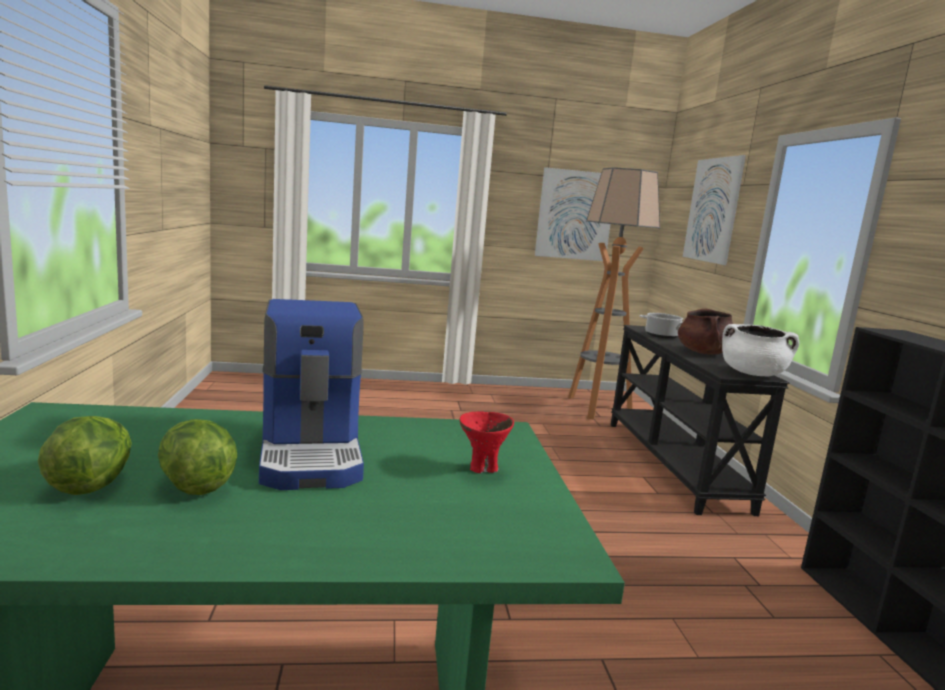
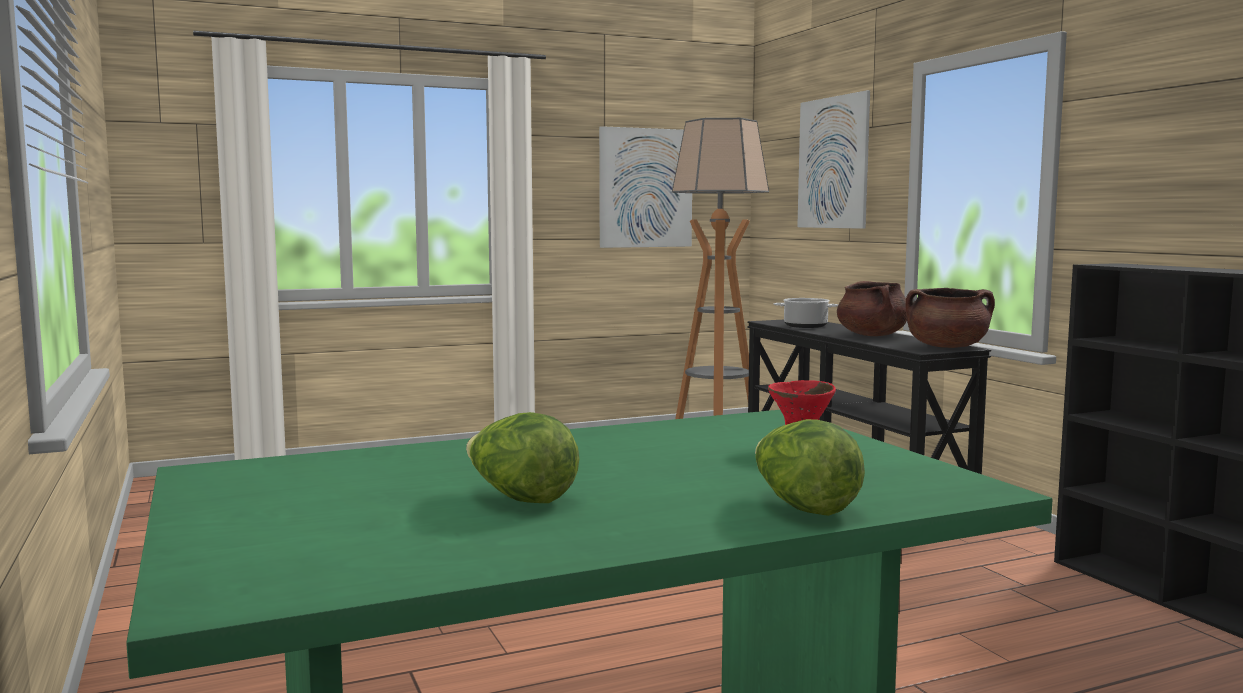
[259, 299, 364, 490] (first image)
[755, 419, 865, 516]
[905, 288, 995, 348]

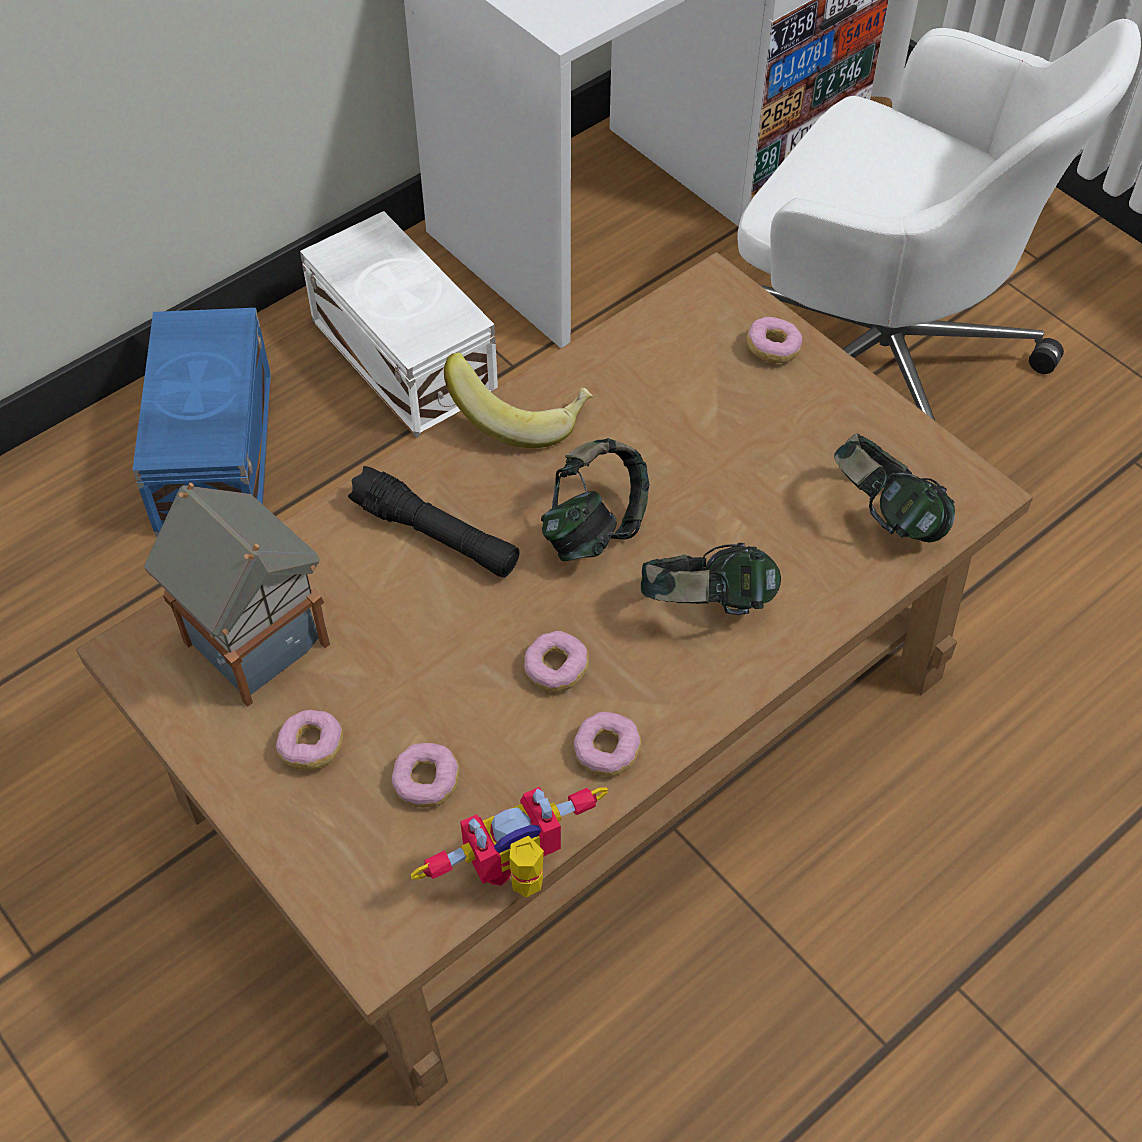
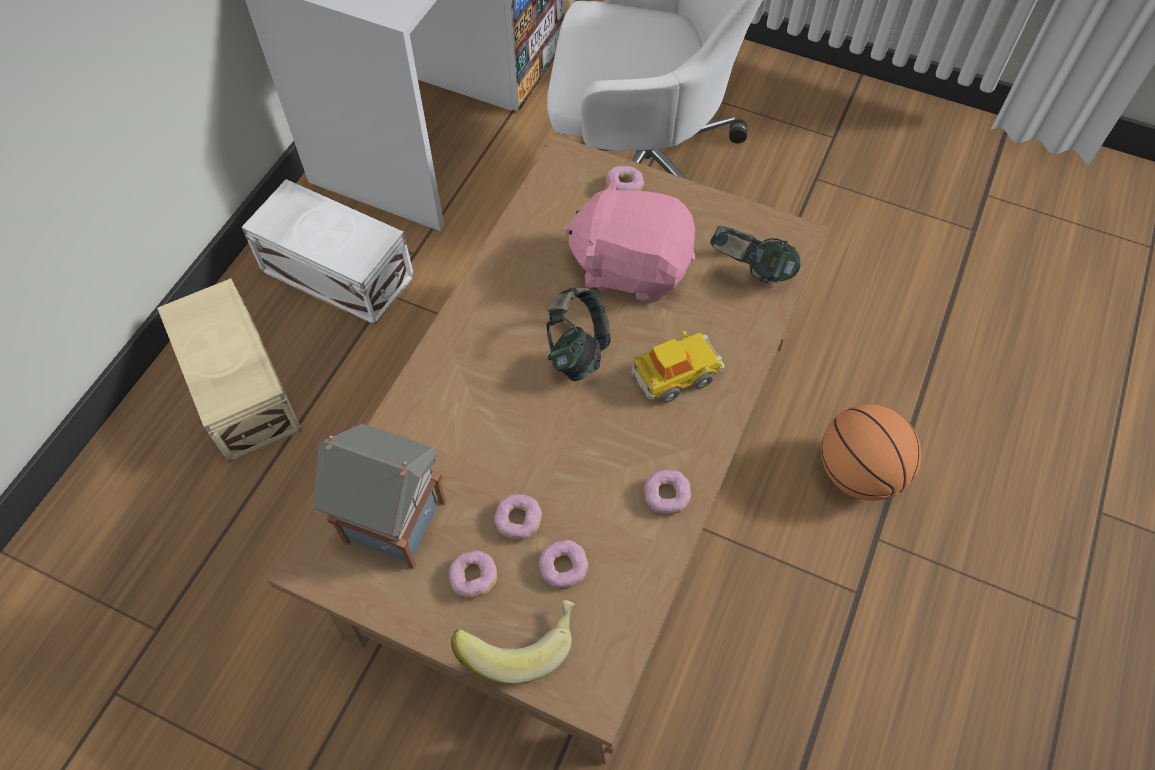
[348, 466, 520, 578] (first image)
[411, 787, 608, 898] (first image)
[564, 175, 695, 303]
[821, 404, 921, 501]
[451, 600, 575, 684]
[494, 494, 542, 540]
[631, 331, 725, 403]
[157, 279, 302, 463]

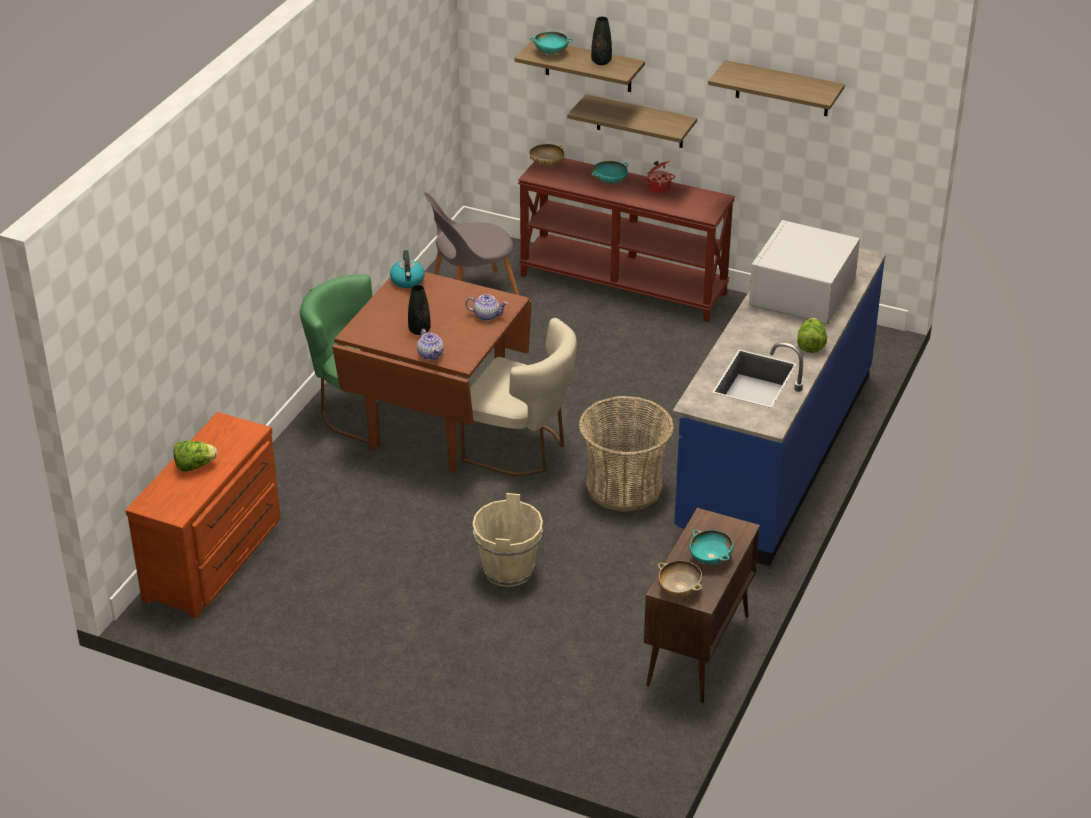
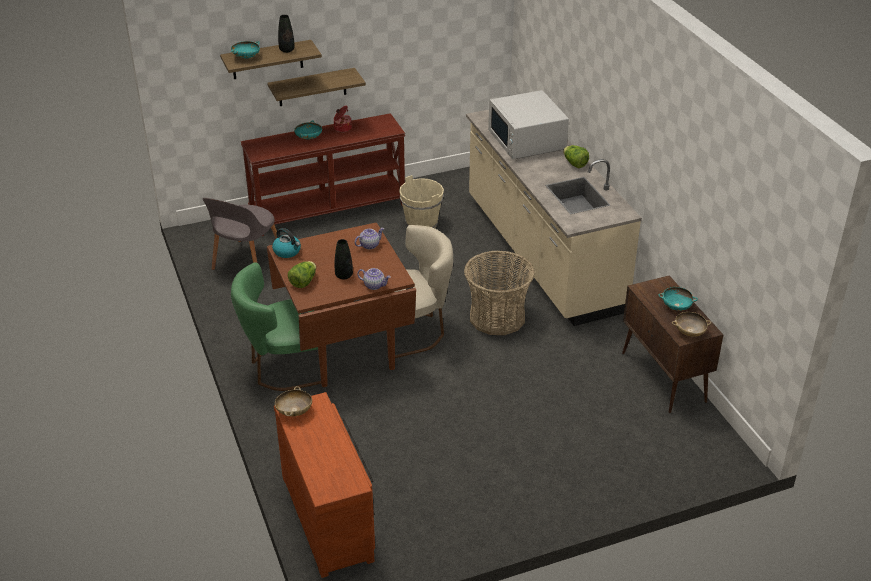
[708, 60, 845, 116] (first image)
[288, 261, 316, 288]
[399, 175, 444, 228]
[275, 386, 312, 416]
[466, 110, 642, 326]

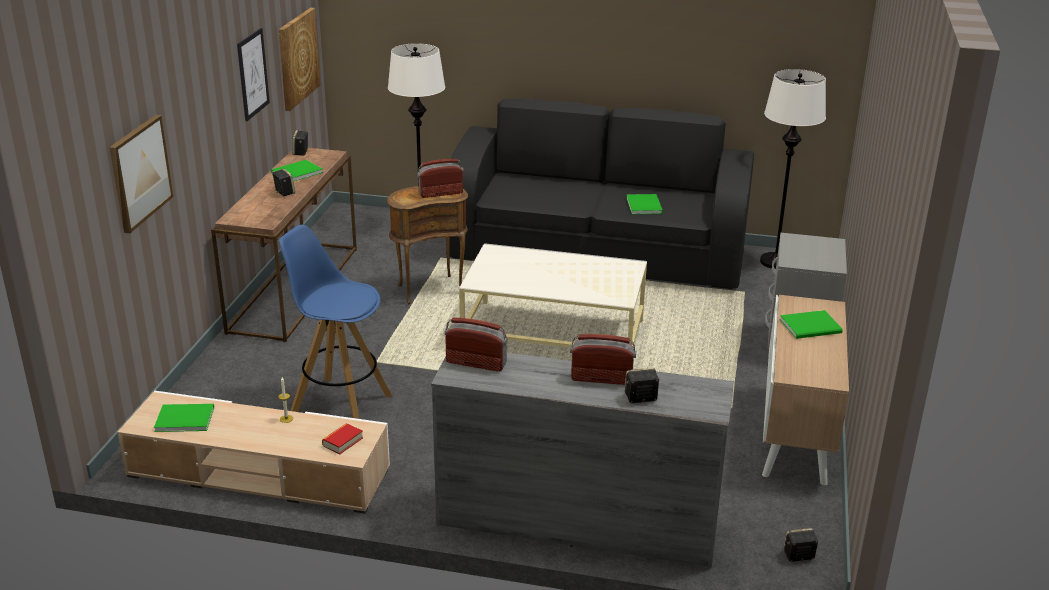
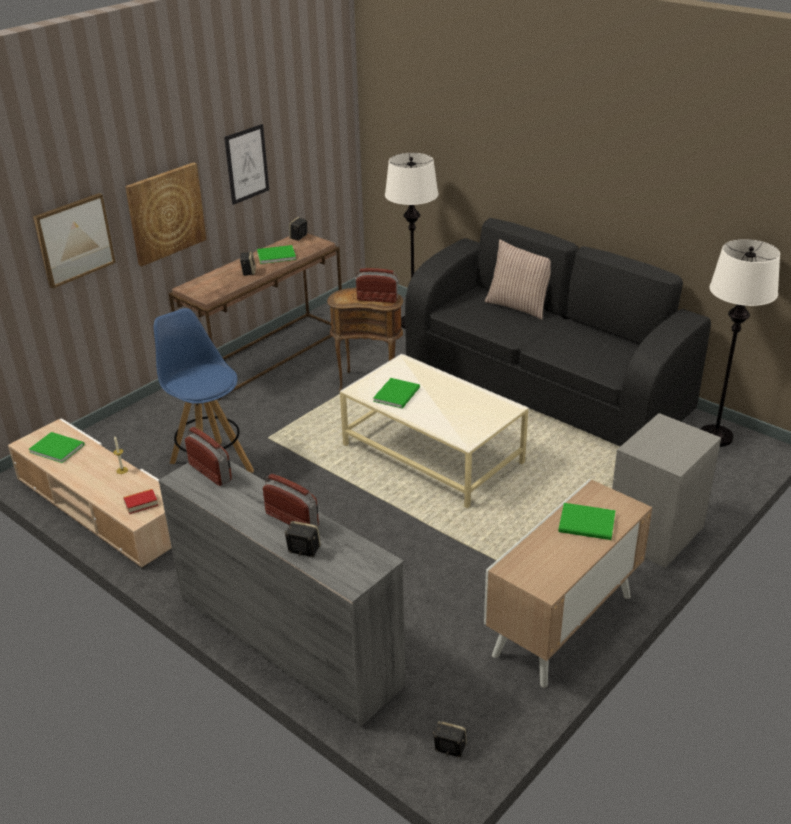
[485, 239, 551, 320]
[125, 162, 206, 266]
[373, 378, 420, 408]

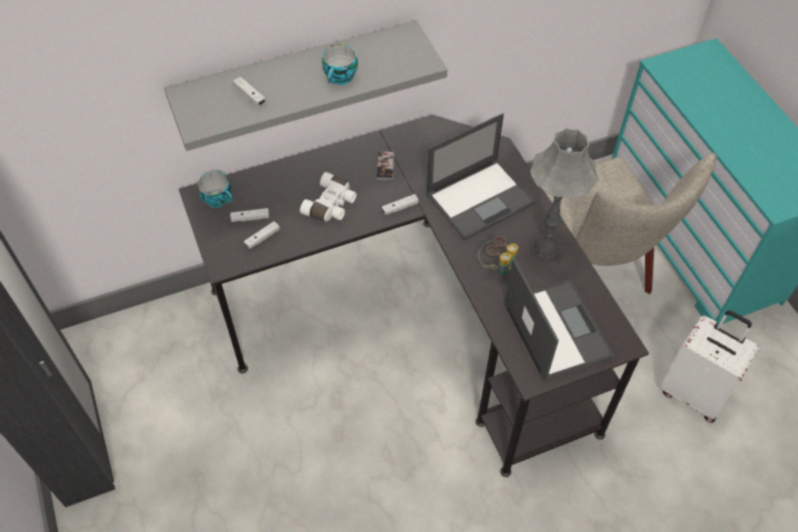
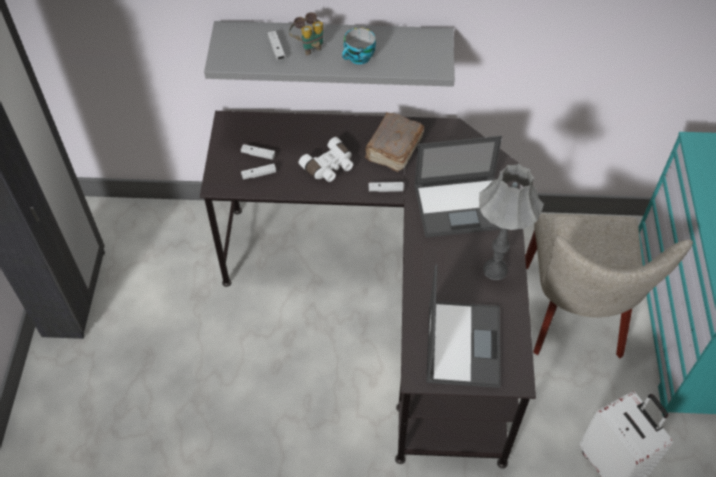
[197, 172, 233, 208] (first image)
[289, 12, 324, 56]
[365, 112, 424, 172]

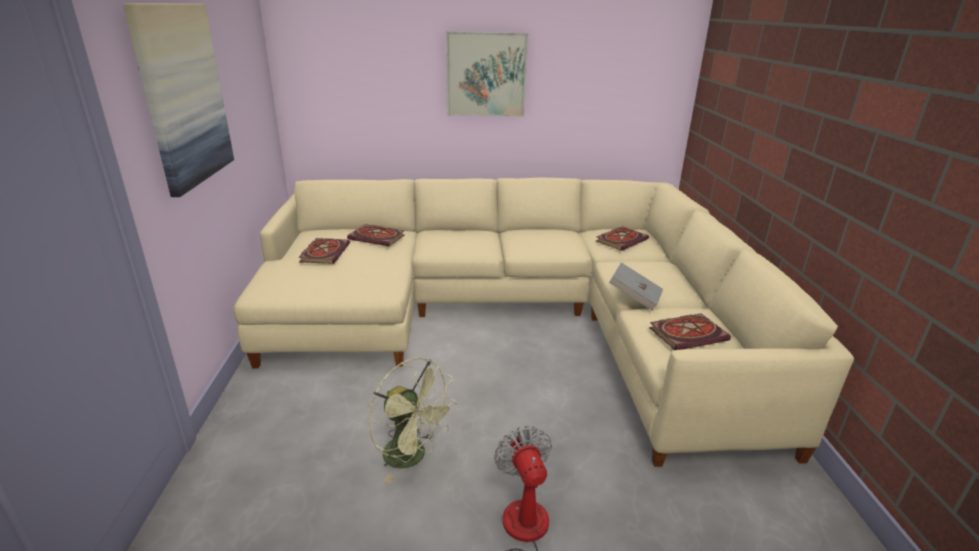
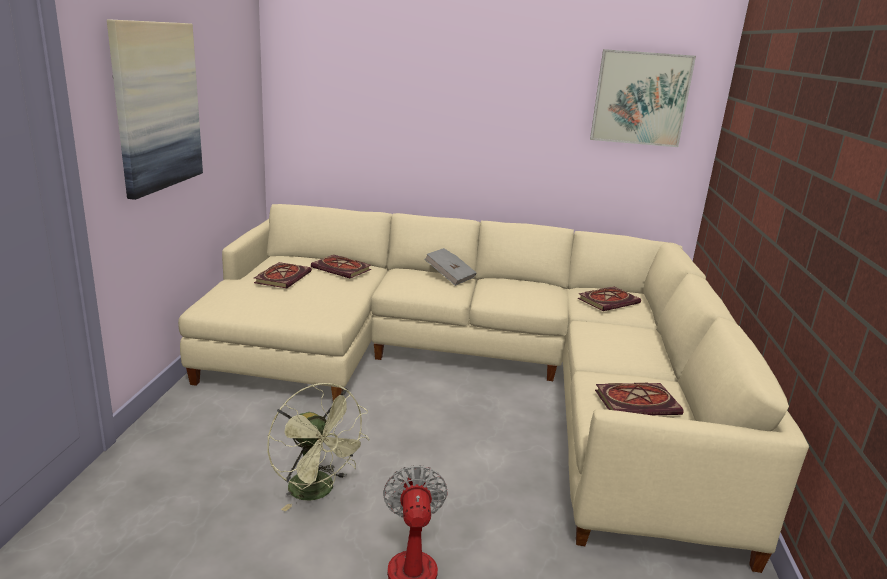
[590, 49, 696, 147]
[424, 248, 476, 286]

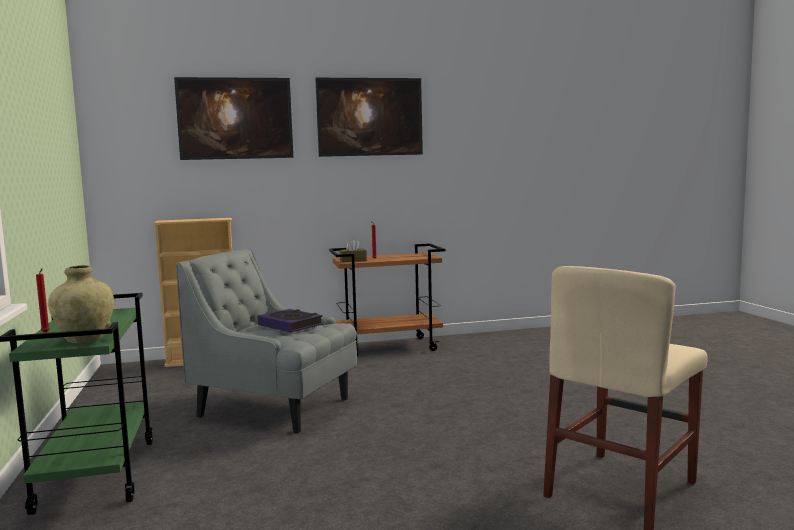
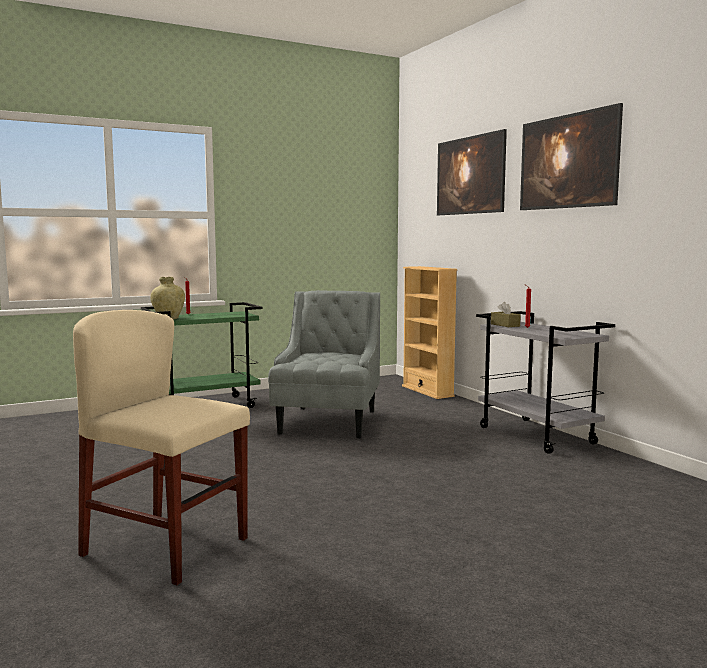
[257, 309, 323, 333] (first image)
[476, 311, 615, 454]

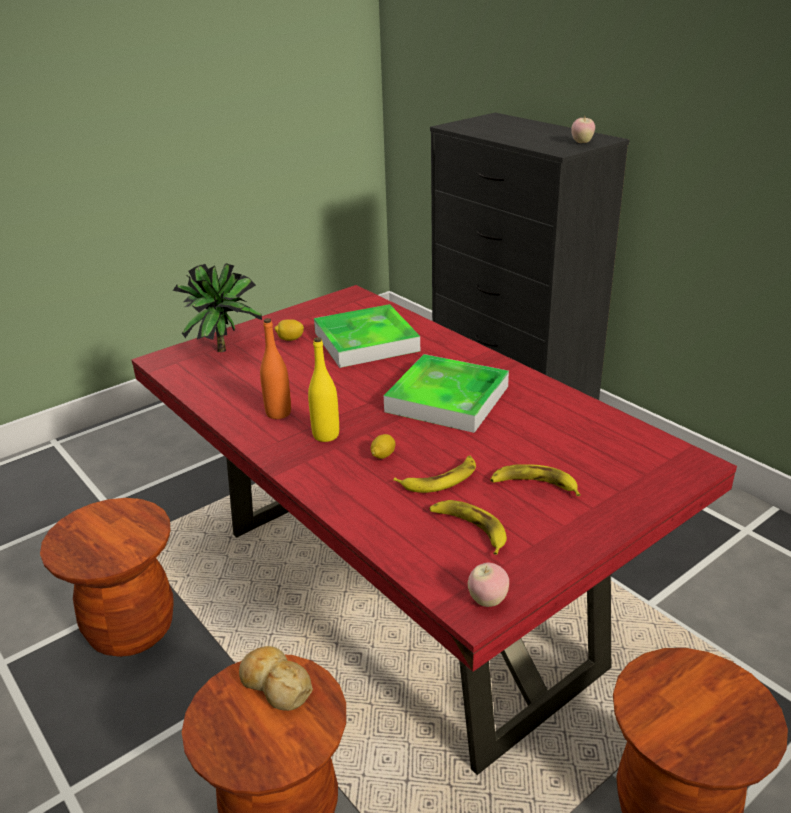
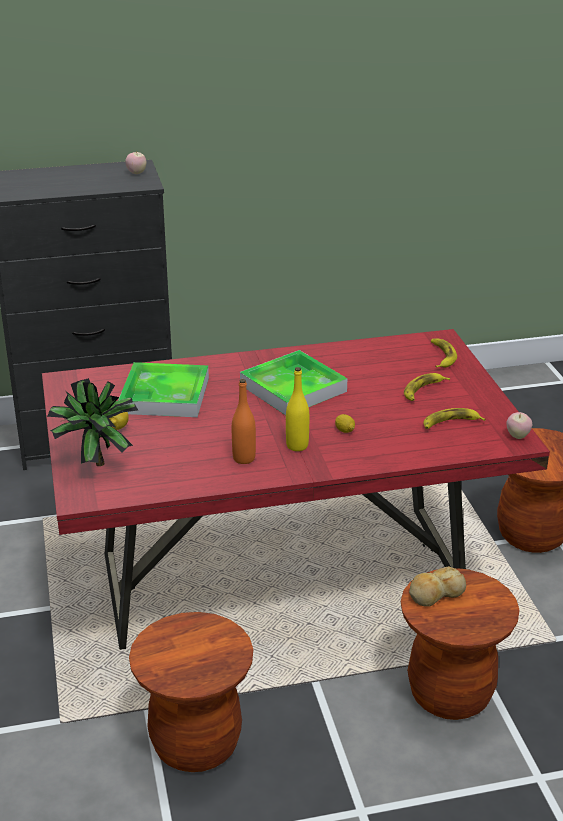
[431, 339, 457, 368]

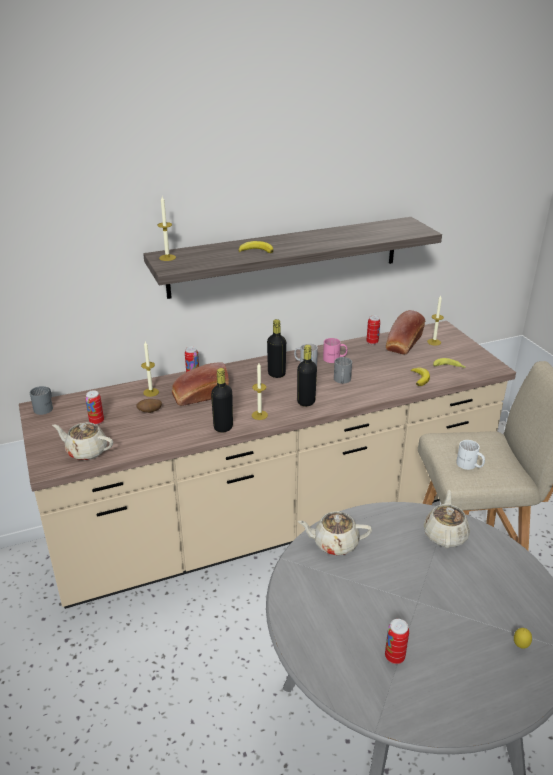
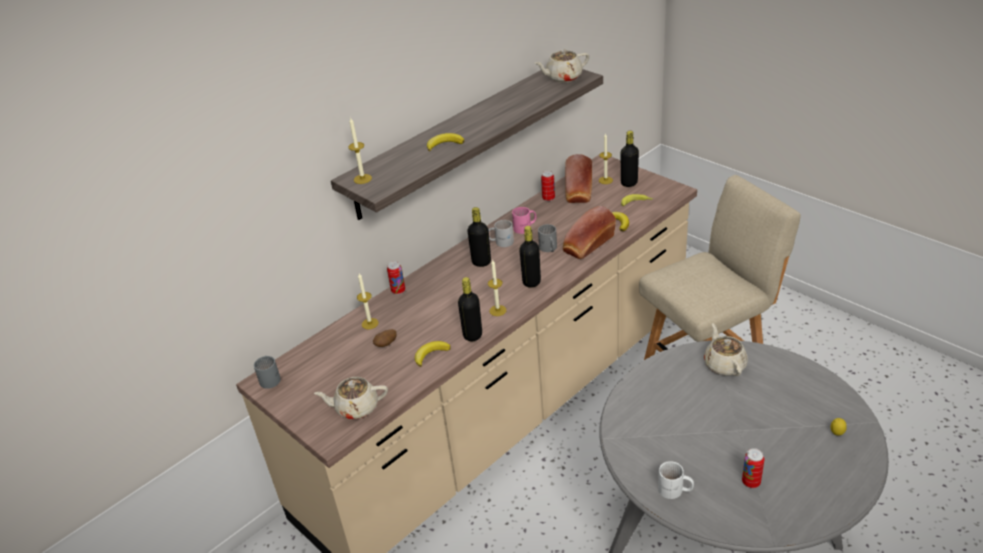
[85, 390, 104, 425] (first image)
[415, 341, 451, 367]
[621, 131, 639, 187]
[563, 206, 616, 259]
[535, 49, 589, 83]
[658, 461, 694, 499]

